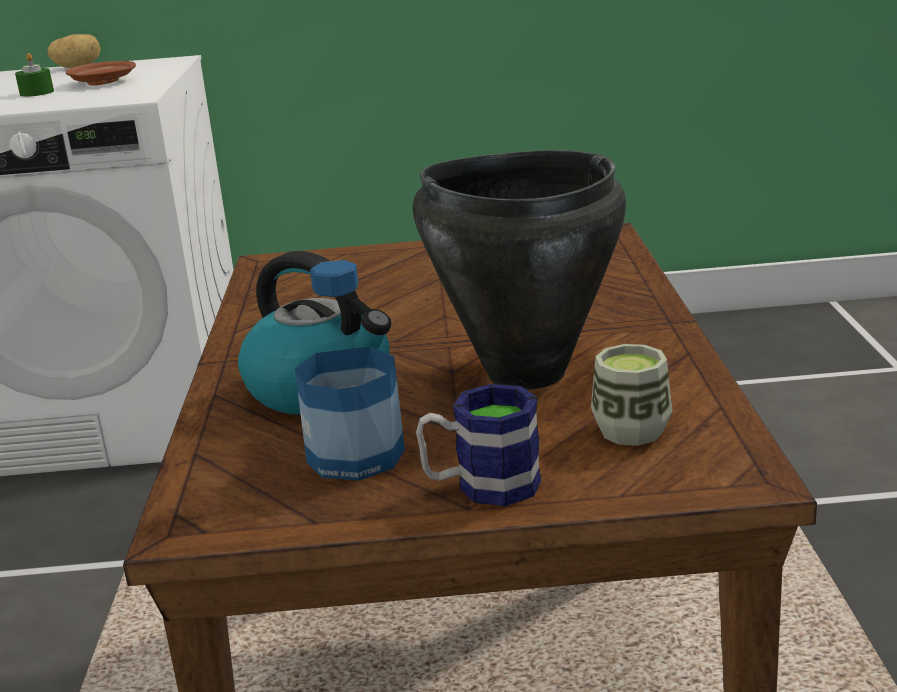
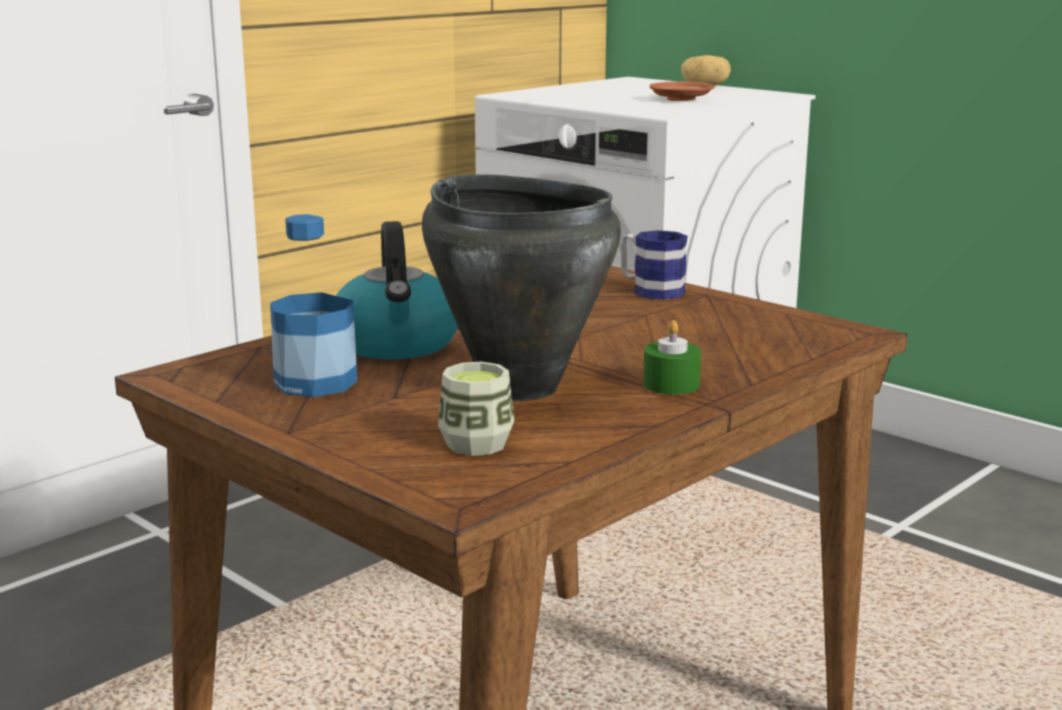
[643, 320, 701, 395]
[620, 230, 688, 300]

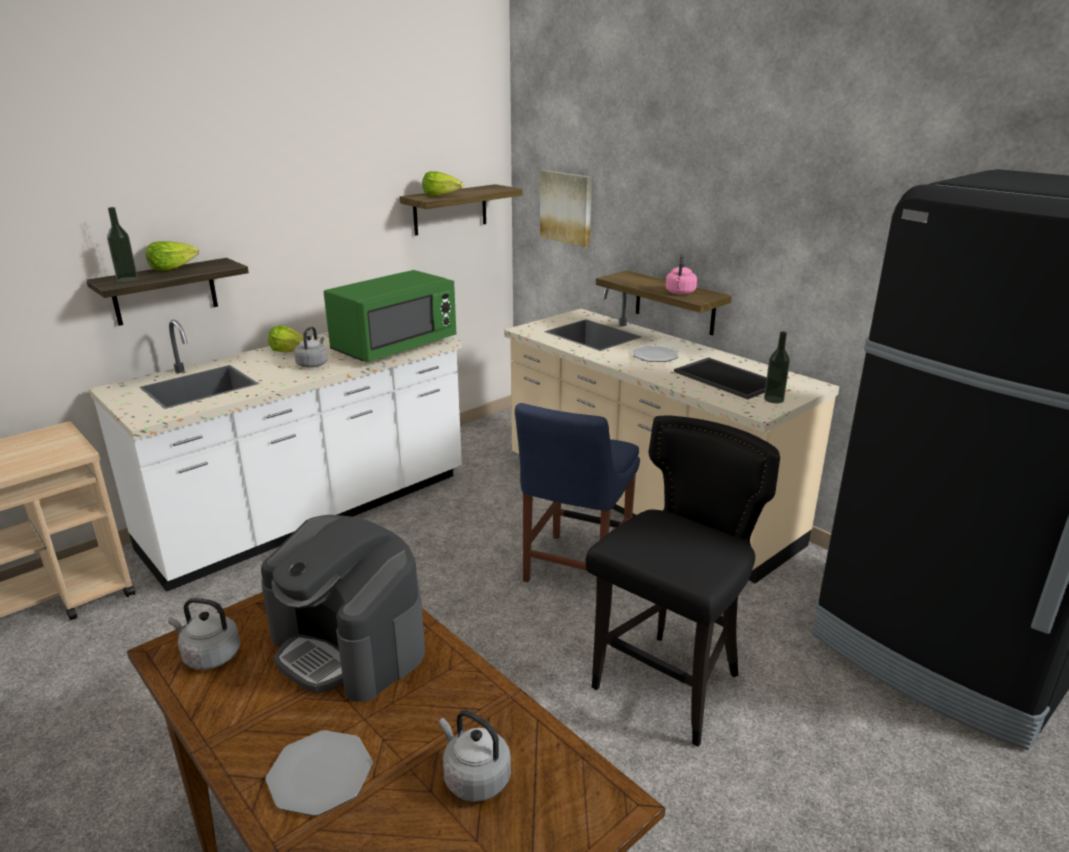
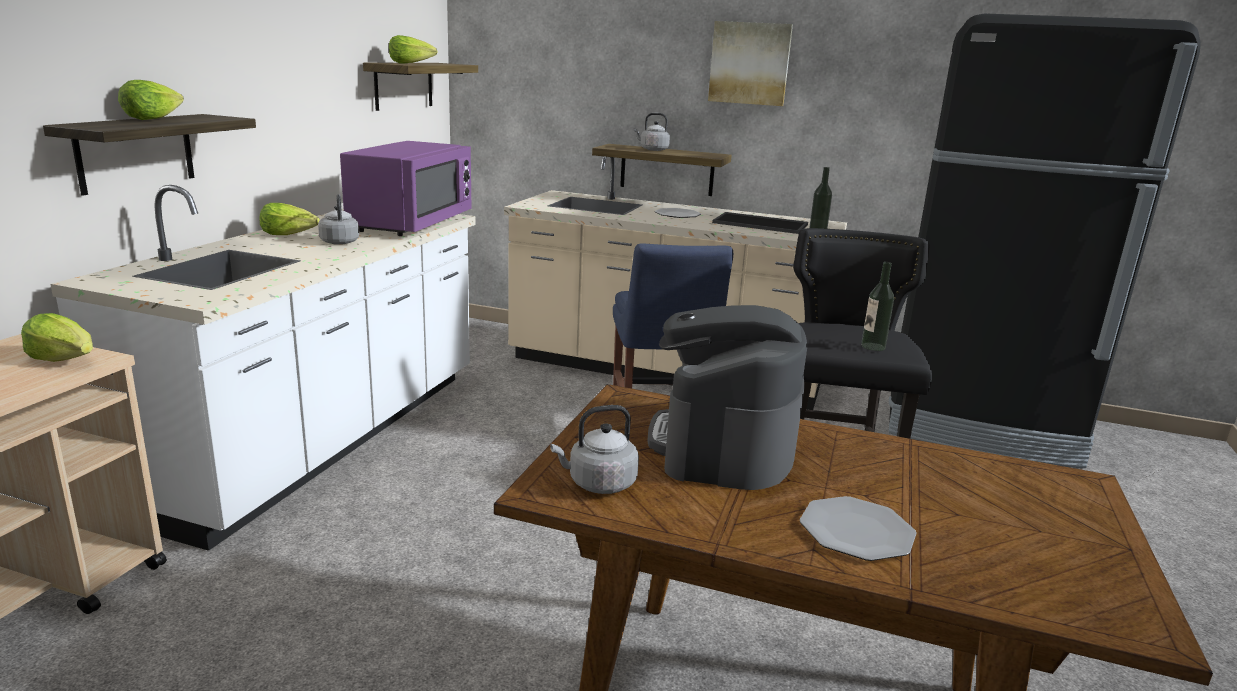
[666, 254, 697, 295] (first image)
[21, 313, 93, 362]
[861, 262, 894, 351]
[634, 113, 670, 151]
[708, 21, 793, 106]
[340, 141, 471, 236]
[647, 305, 807, 490]

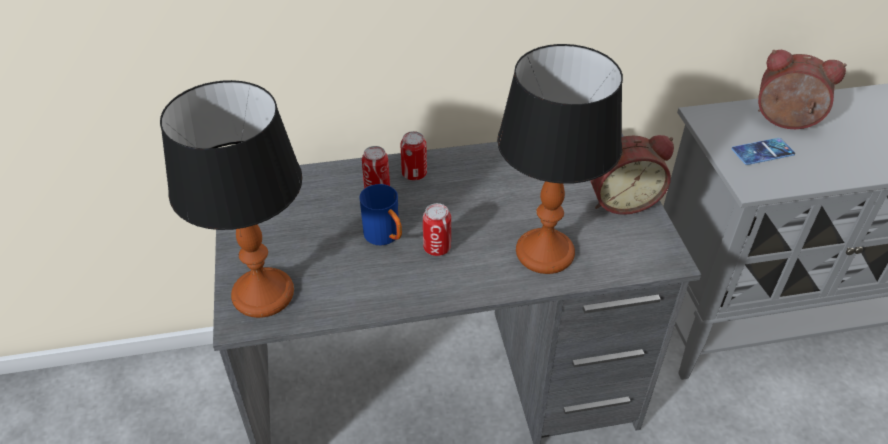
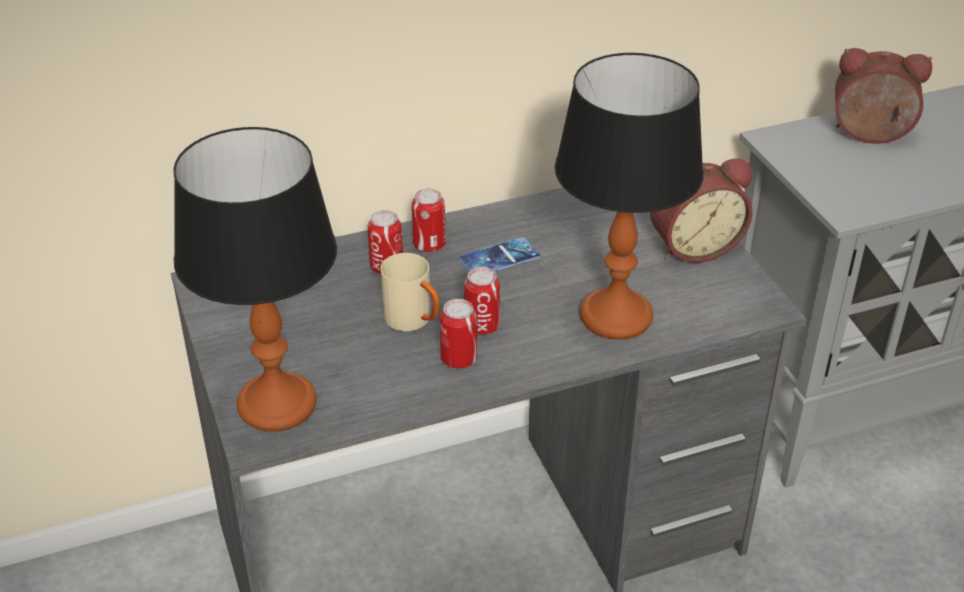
[440, 299, 477, 368]
[459, 237, 540, 271]
[381, 253, 440, 331]

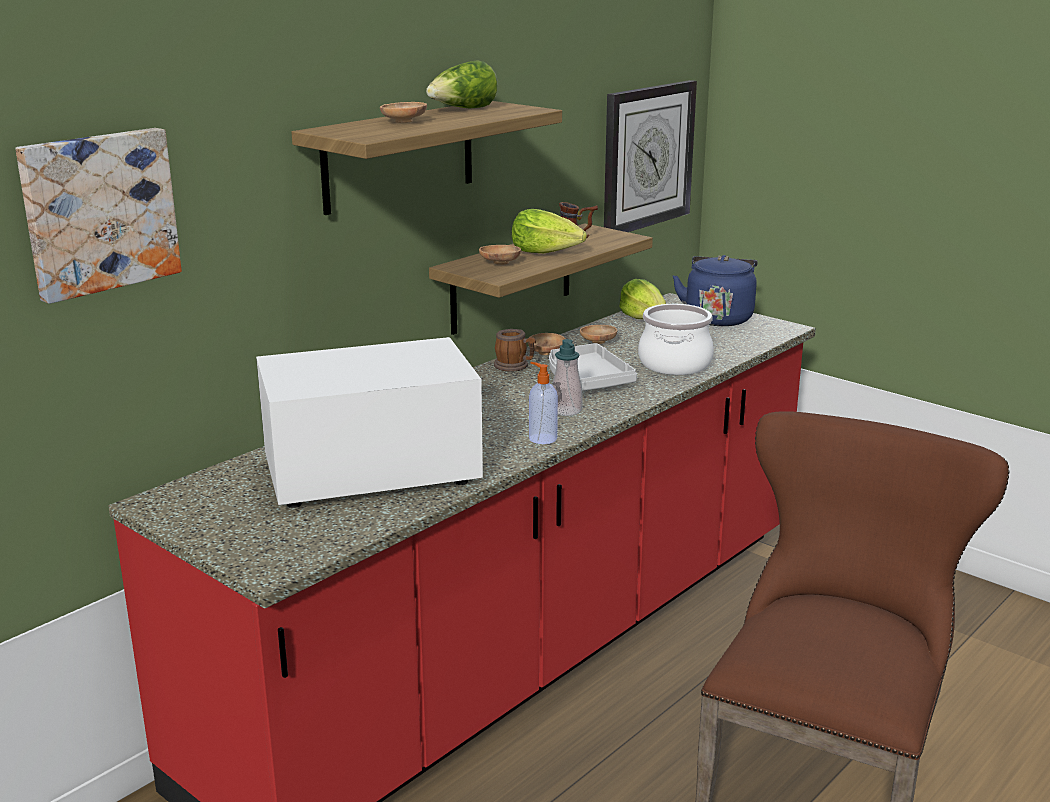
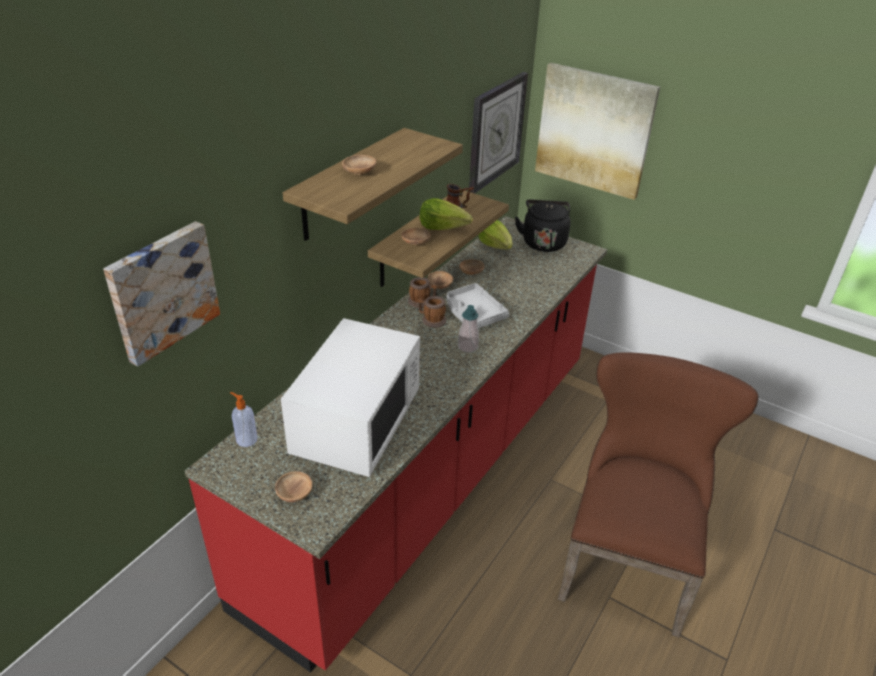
[426, 60, 498, 108] (first image)
[638, 304, 714, 375] (first image)
[275, 471, 312, 502]
[418, 296, 446, 328]
[535, 63, 660, 200]
[230, 392, 258, 447]
[515, 200, 571, 252]
[281, 318, 420, 477]

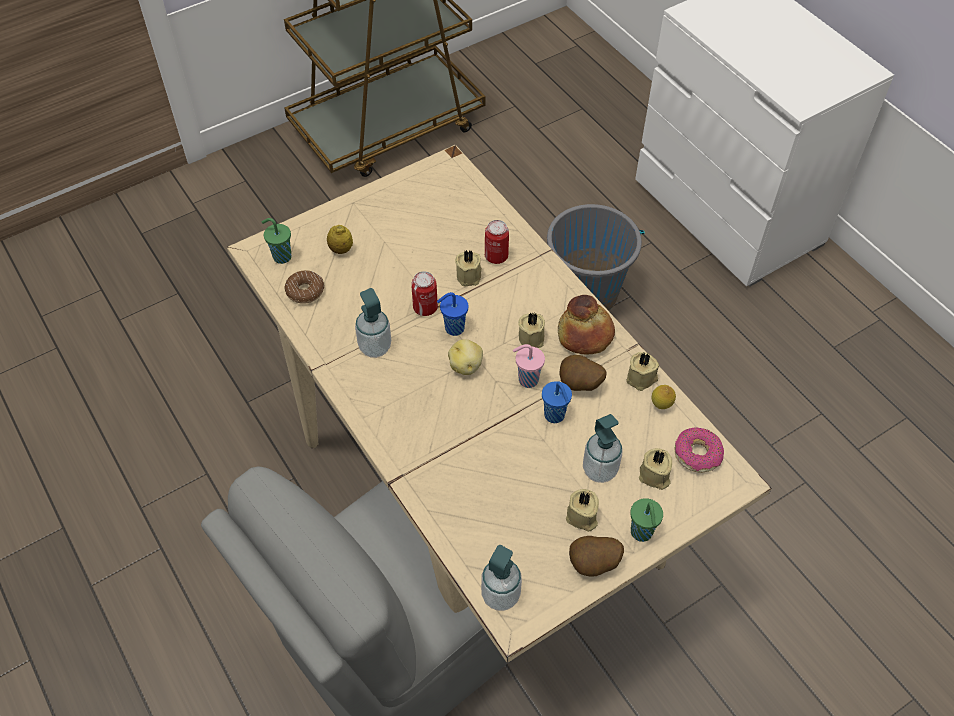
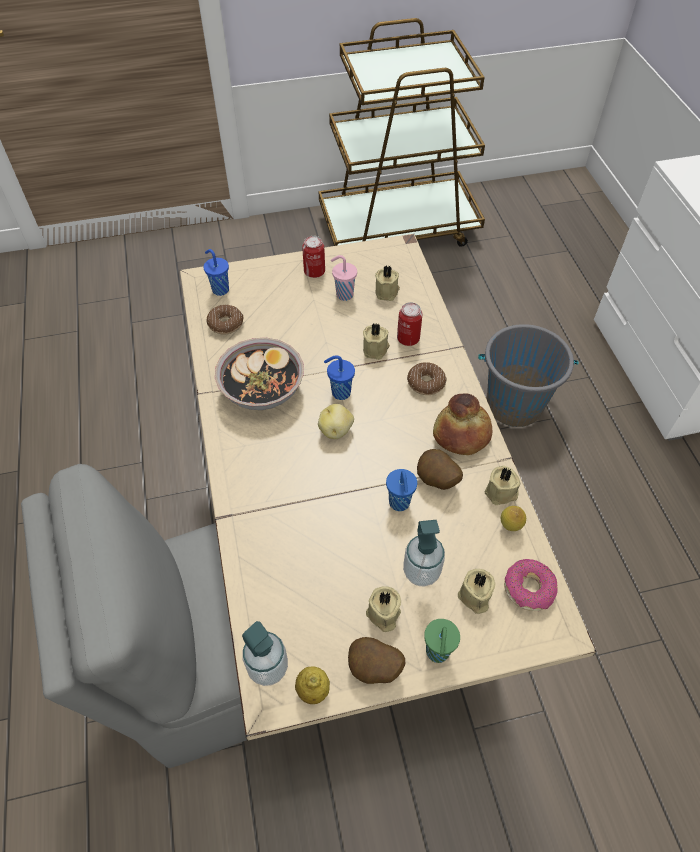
[407, 362, 447, 395]
[295, 666, 330, 704]
[302, 236, 325, 278]
[331, 255, 357, 301]
[375, 265, 400, 301]
[215, 338, 304, 410]
[204, 249, 229, 296]

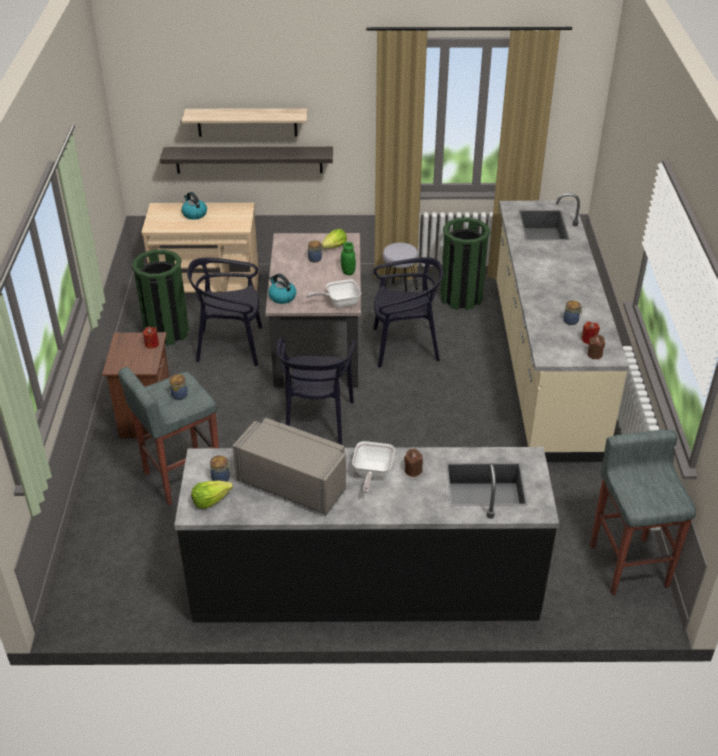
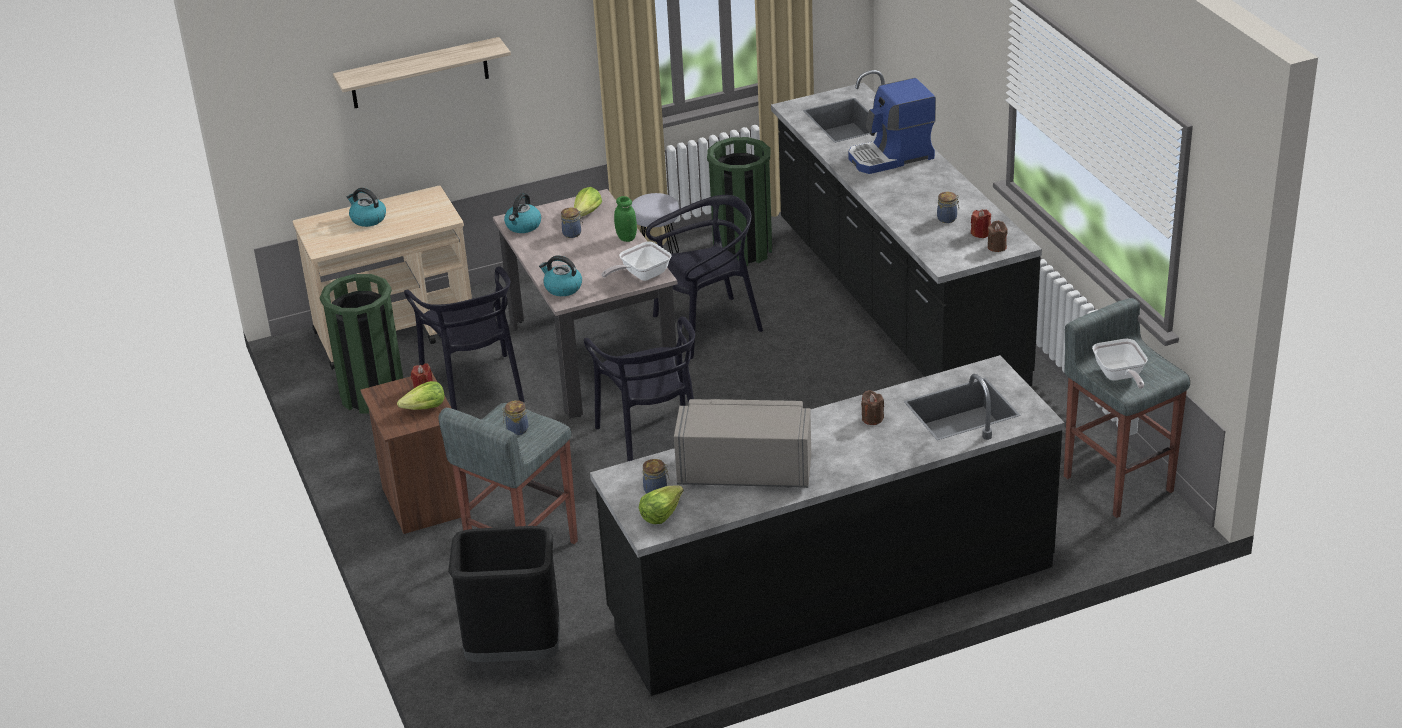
[160, 147, 333, 174] (first image)
[397, 381, 444, 410]
[448, 526, 560, 662]
[504, 193, 541, 233]
[848, 78, 936, 174]
[1092, 339, 1148, 389]
[771, 70, 1042, 386]
[404, 266, 524, 410]

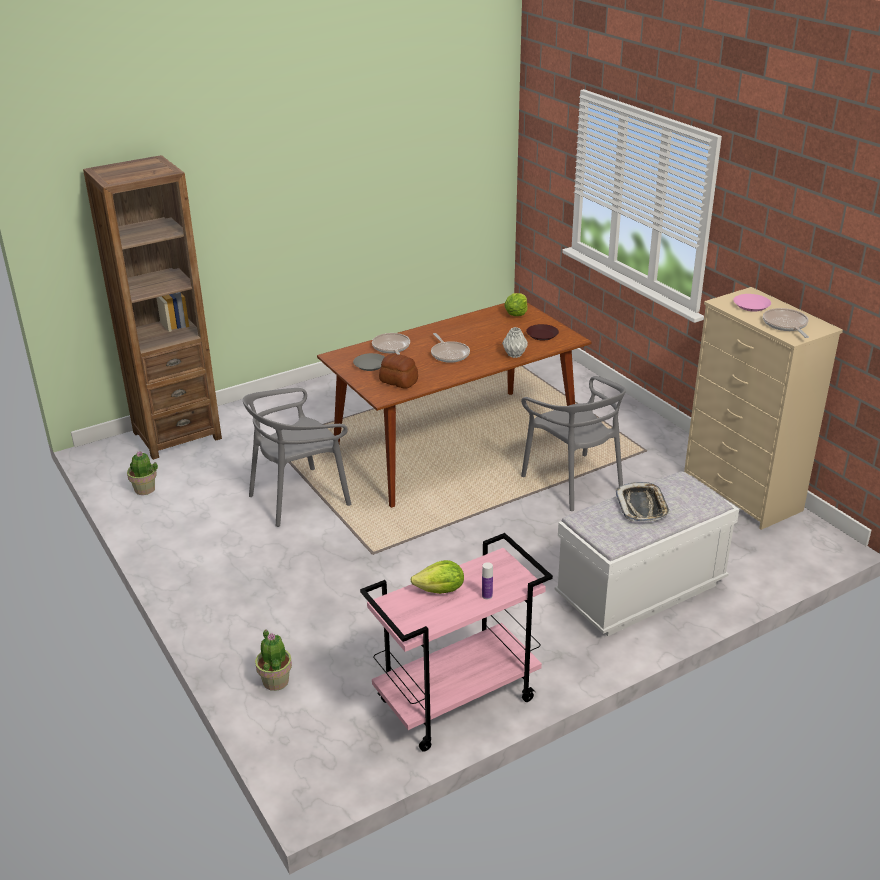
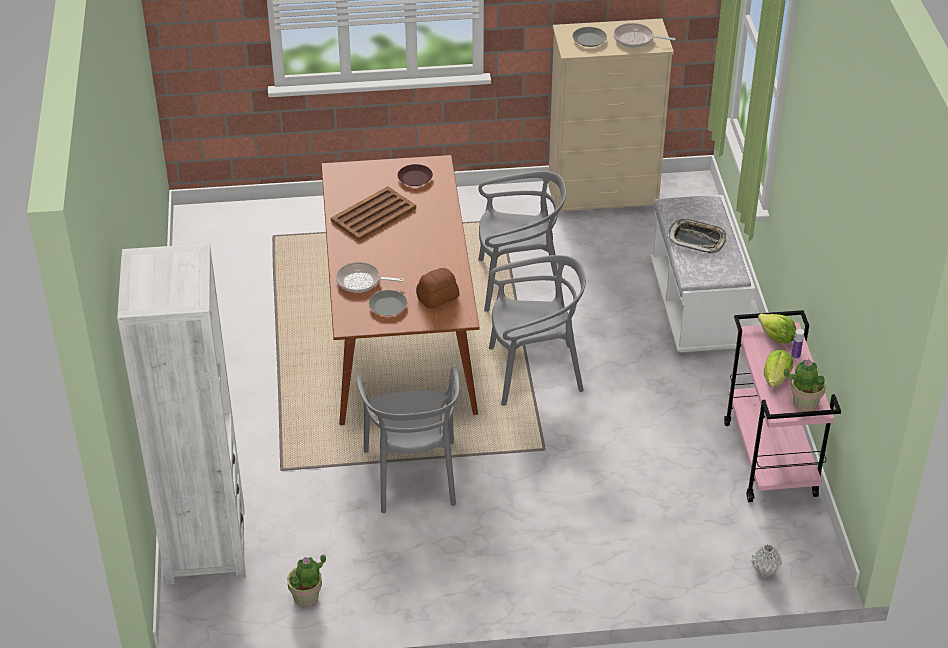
[431, 333, 470, 363] (first image)
[331, 186, 416, 241]
[489, 255, 586, 406]
[784, 359, 826, 412]
[751, 544, 782, 577]
[758, 314, 797, 344]
[117, 243, 245, 585]
[572, 27, 607, 47]

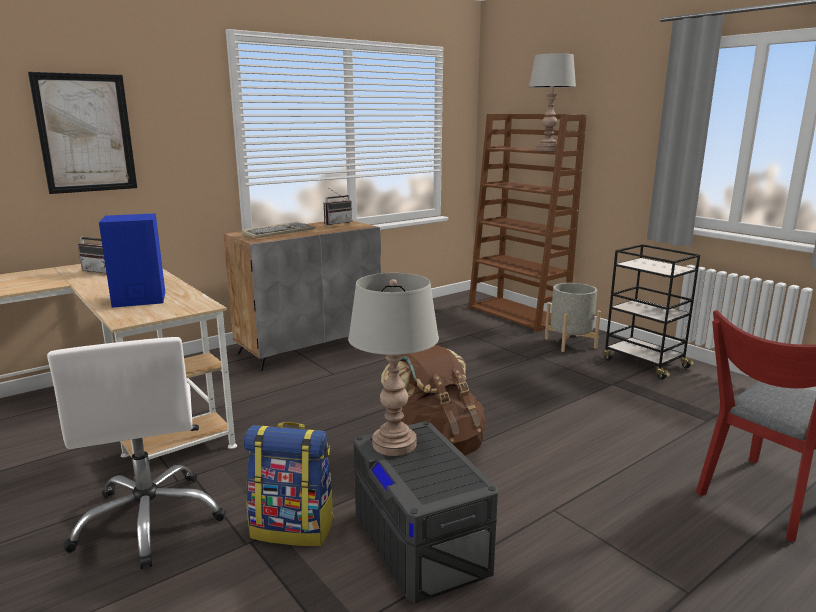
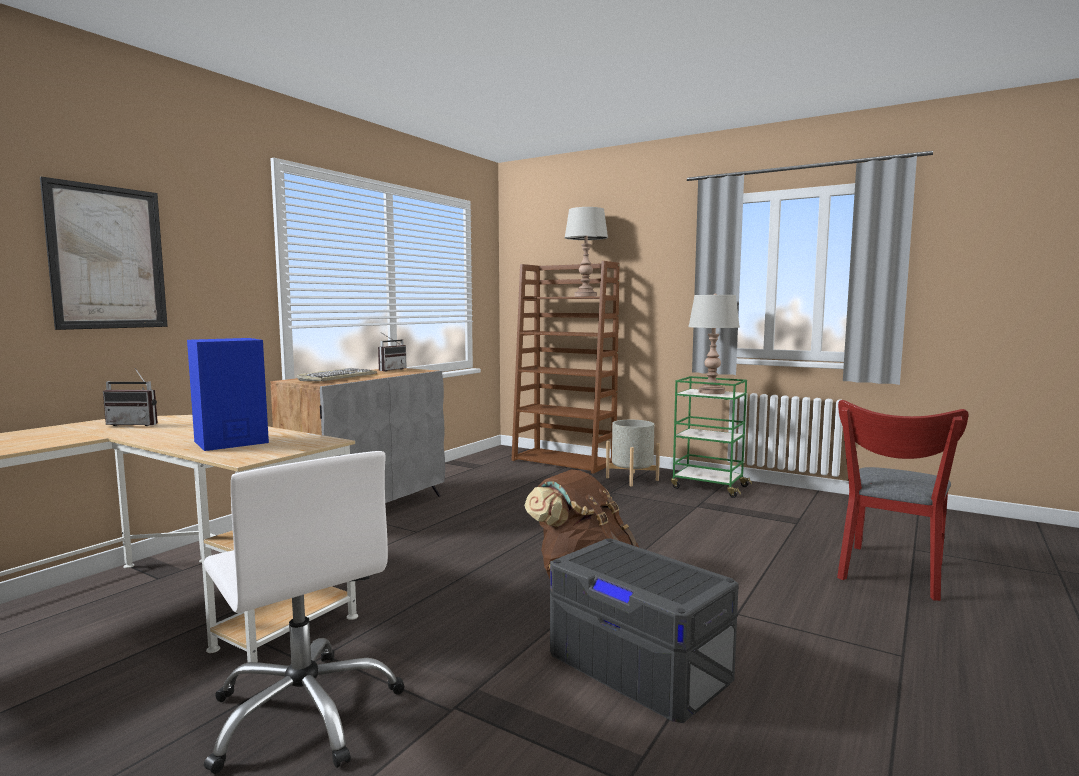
[244, 422, 334, 546] (first image)
[688, 294, 740, 394]
[671, 376, 752, 498]

